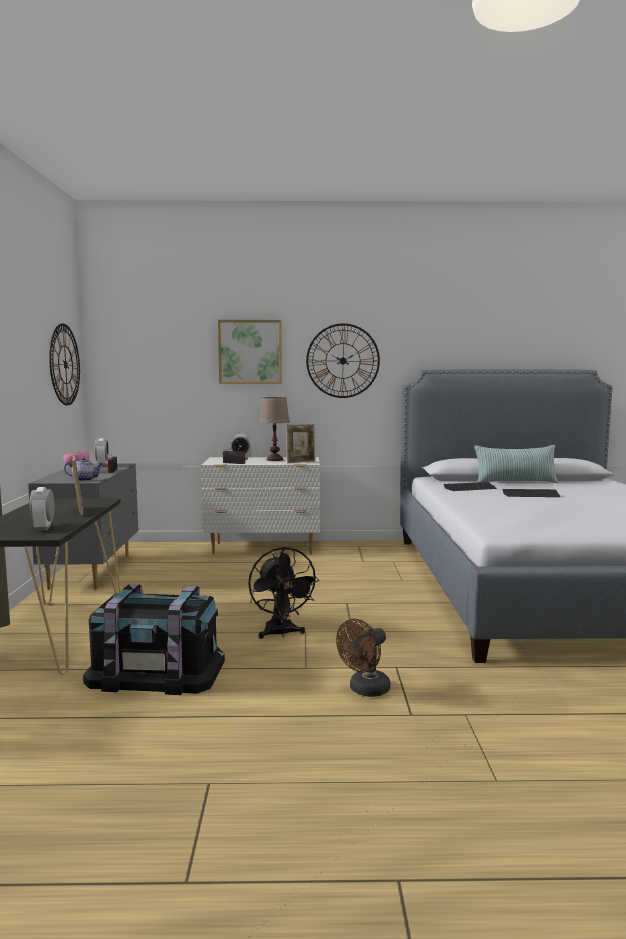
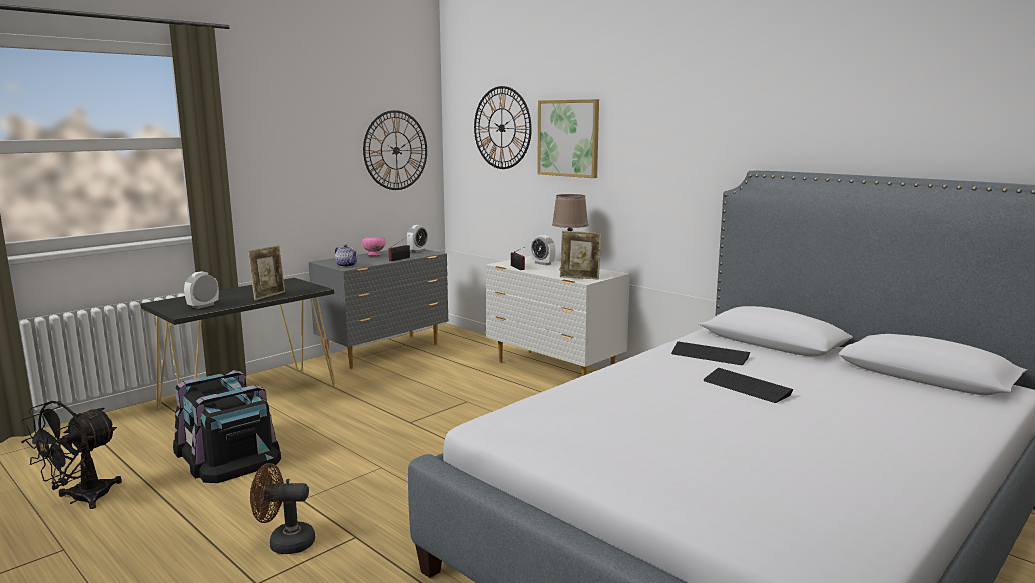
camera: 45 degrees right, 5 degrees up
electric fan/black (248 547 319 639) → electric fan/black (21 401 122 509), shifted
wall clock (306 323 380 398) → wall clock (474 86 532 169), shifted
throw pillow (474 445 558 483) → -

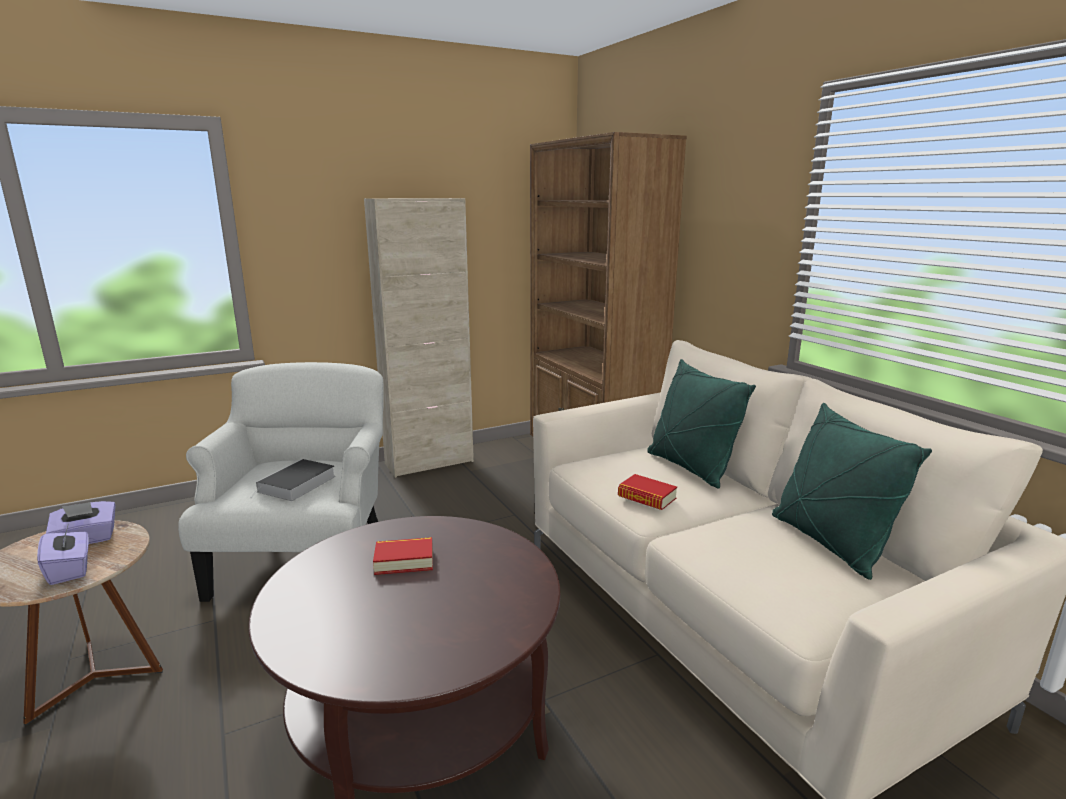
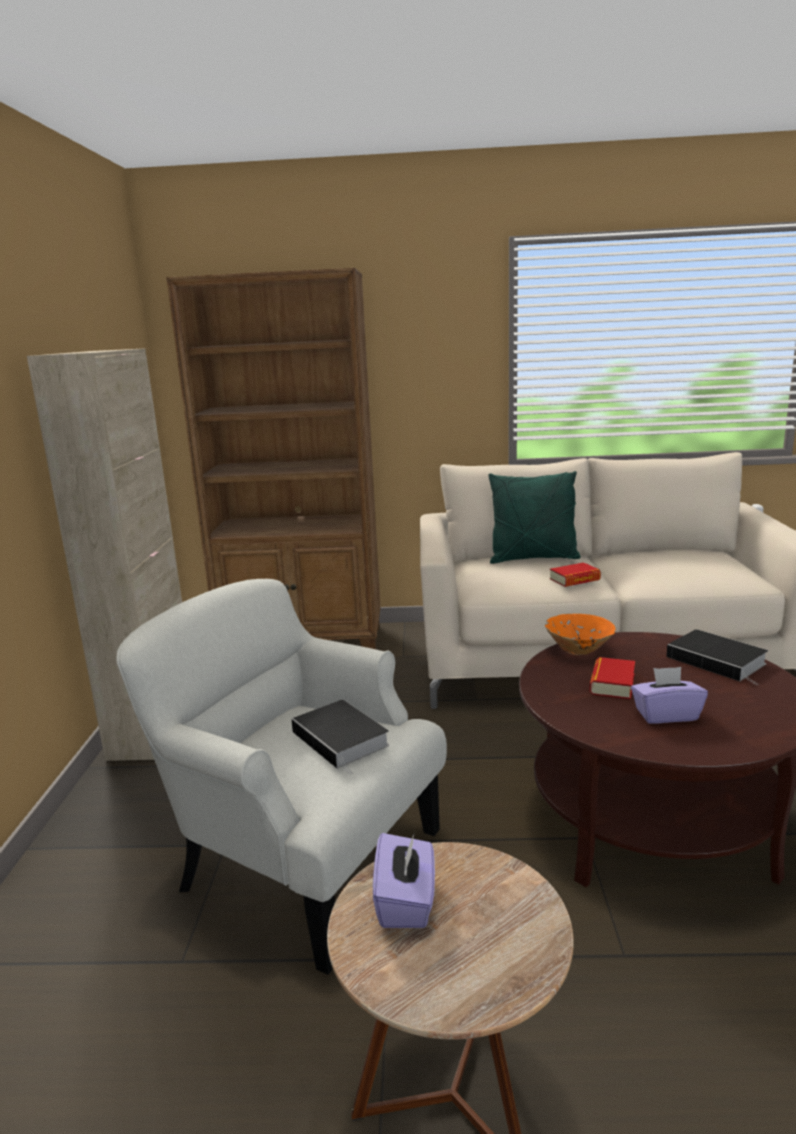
camera: 60 degrees left, 0 degrees up
box of tissues/purple (37 523 89 585) → box of tissues/purple (631 667 708 724), shifted
throw pillow/green-coloured (772 403 932 580) → -
- → serving bowl/orange-coloured (545 614 616 655)
- → book (666 629 768 685)

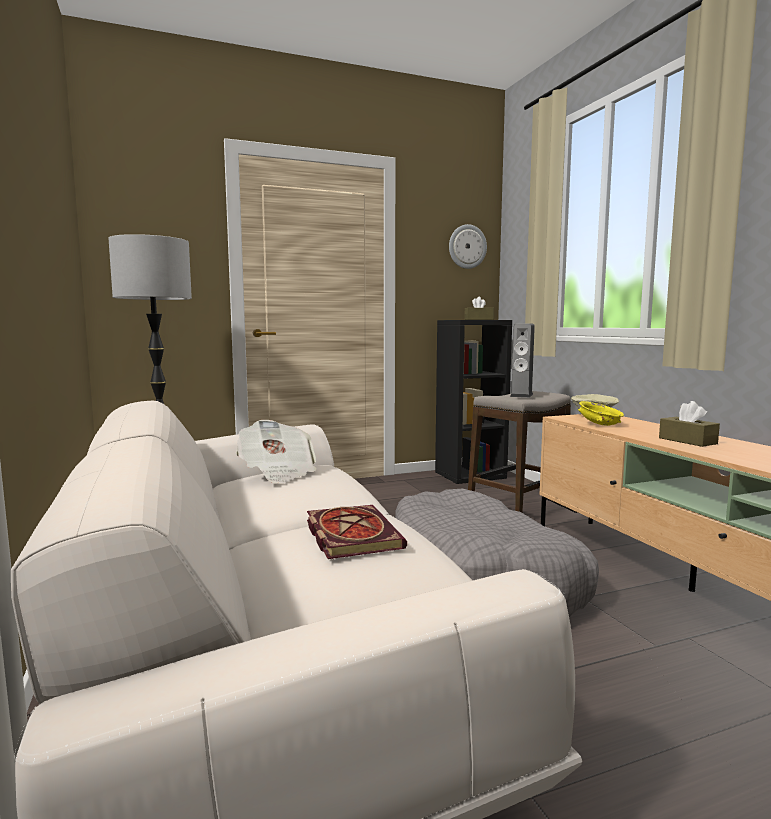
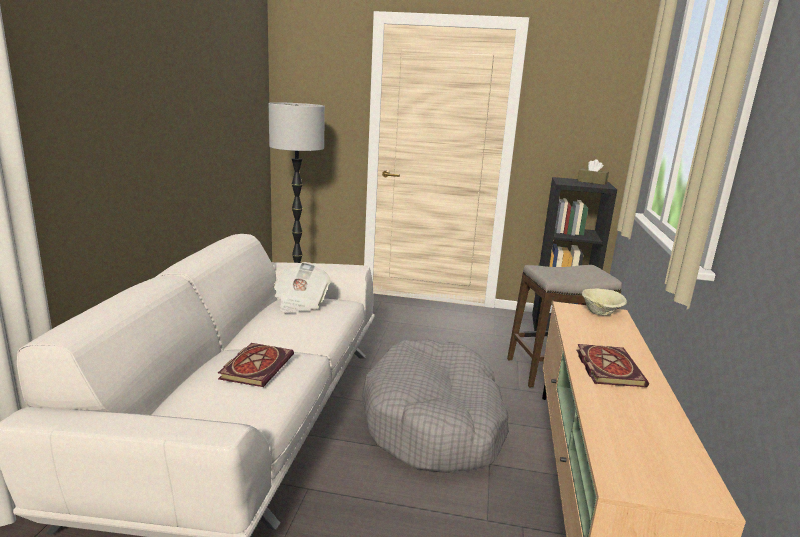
camera: 30 degrees right, 10 degrees up
wall clock (449 224 487 269) → -
speaker (510 323 535 398) → -
serving bowl/yellow (578 401 624 426) → -
box of tissues/brown-coloured (659 401 720 447) → book (576 344 649 387)

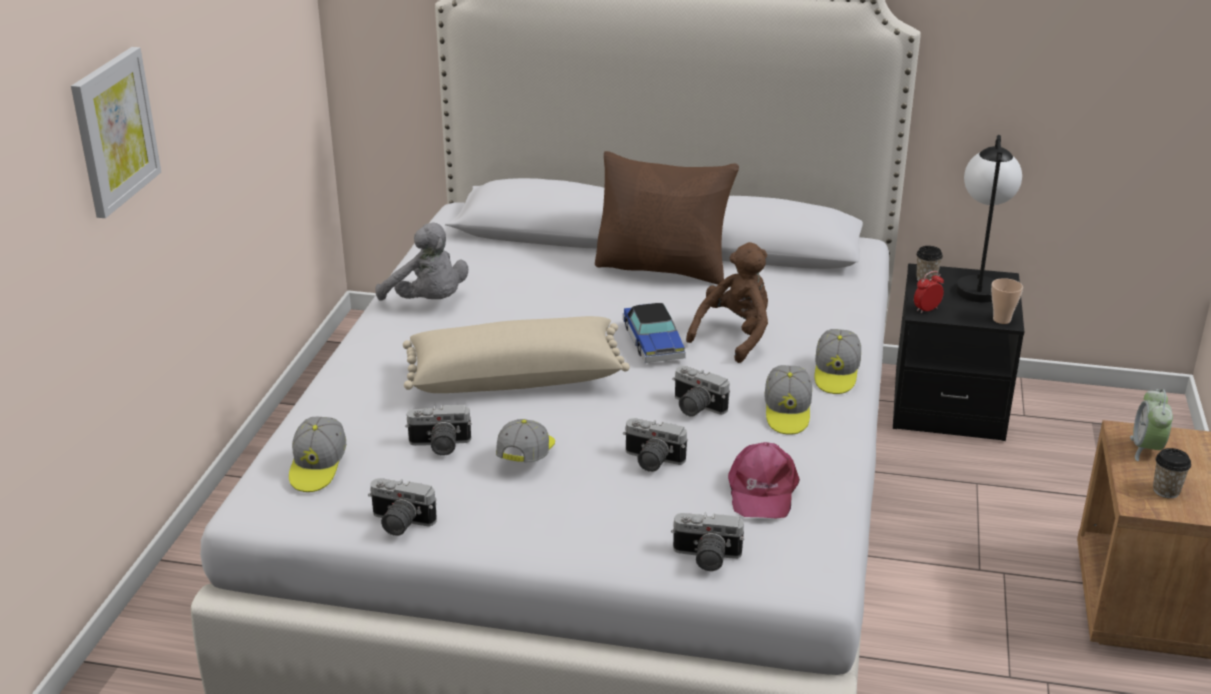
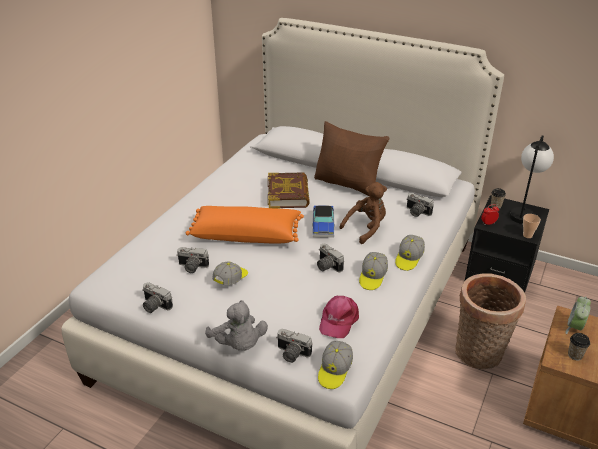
camera: 15 degrees right, 5 degrees up
wall art (71 47 161 218) → -
baseball cap (289 417 346 492) → baseball cap (318 341 353 389), shifted
soft toy/greyish (375 222 468 301) → soft toy/greyish (205 300 268 351), shifted
throw pillow/beige-coloured (403 316 630 393) → throw pillow/orange-coloured (186 206 304 244)
still camera (623 418 688 472) → still camera (406 193 434 217), shifted
- → book (268 172 310 209)
- → household basket (455 274 526 369)

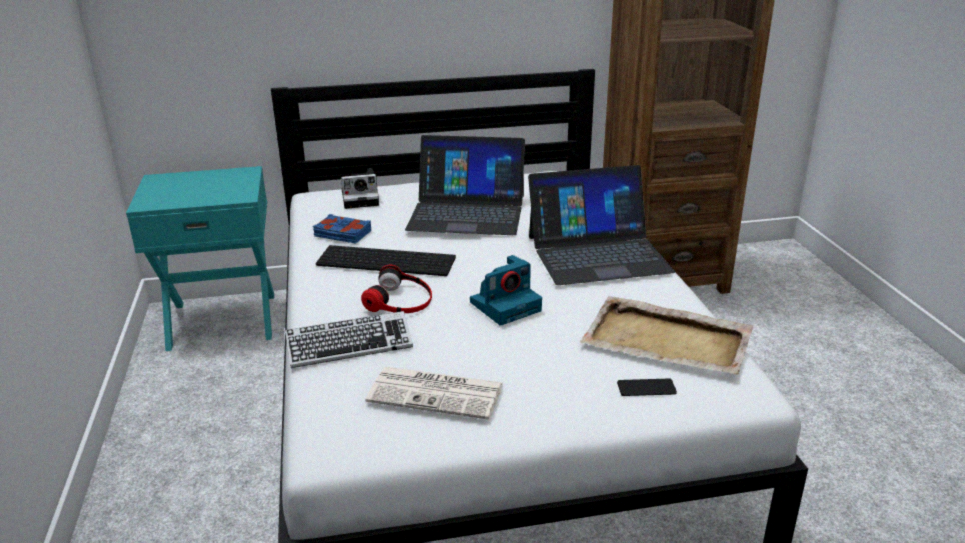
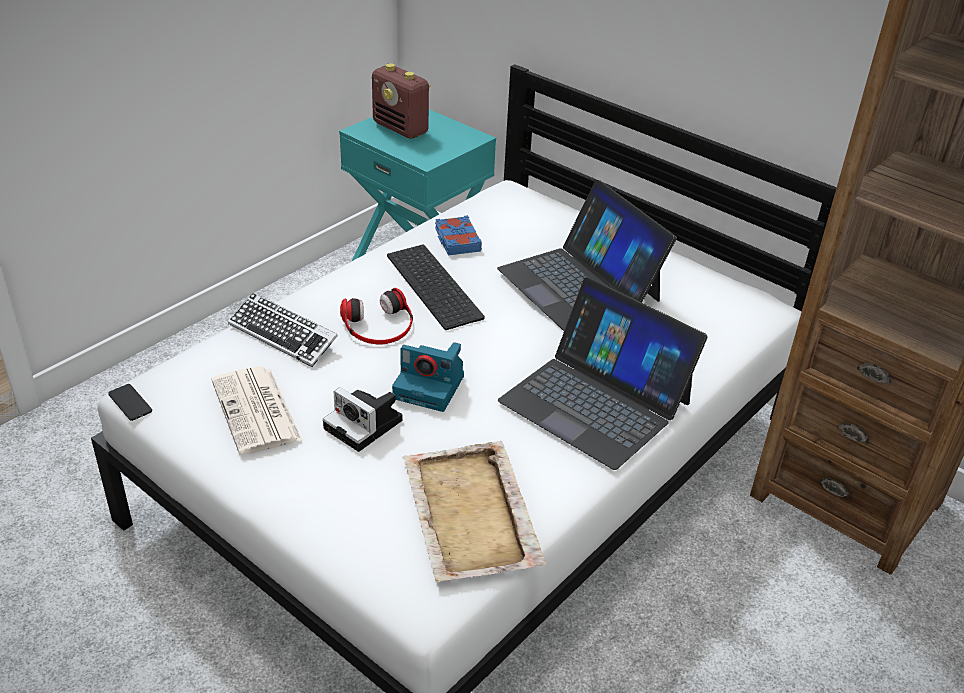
camera: 50 degrees right, 10 degrees up
still camera (341 168 379 209) → still camera (323 387 402 452), shifted
handset (617 379 677 396) → handset (108 384 152 421), shifted
- → radio set (372 63 431 139)

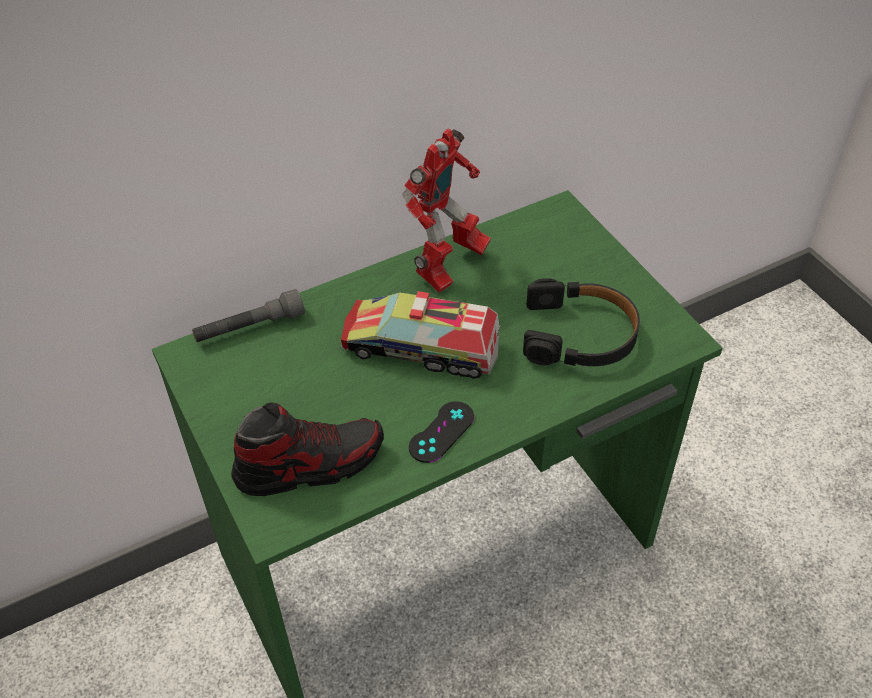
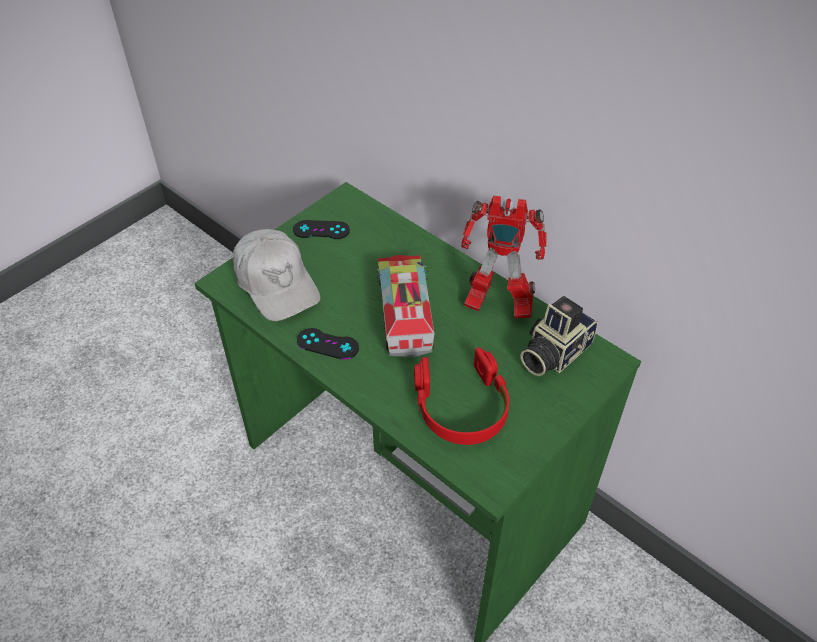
camera: 70 degrees right, 0 degrees up
hand torch/greyish (192 289 305 342) → -
shoe (231 402 384 496) → baseball cap/whitish (233 229 320 321)
pair of headphones/black (523 278 640 366) → pair of headphones/red (414 347 510 445)
- → joypad/black (293 220 350 239)
- → still camera (520 296 598 376)

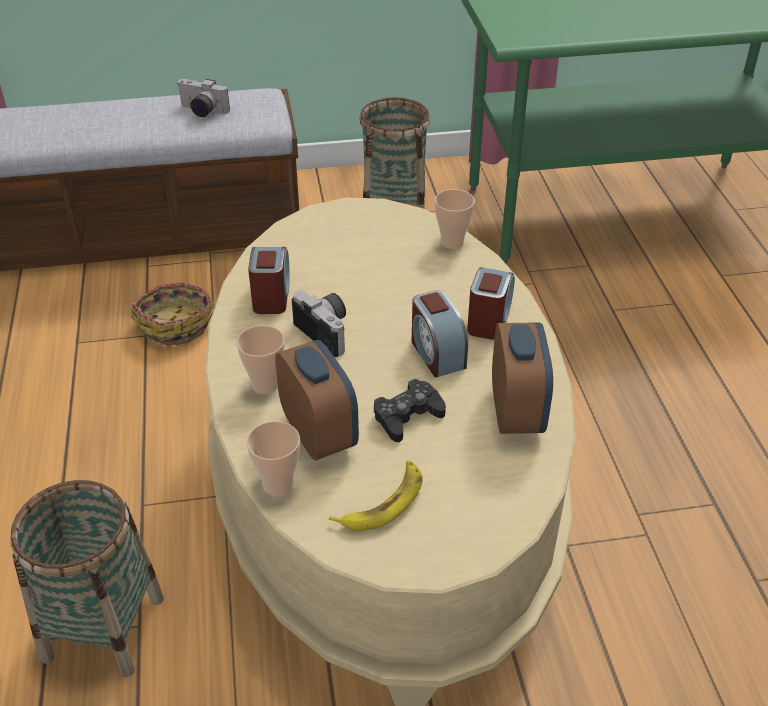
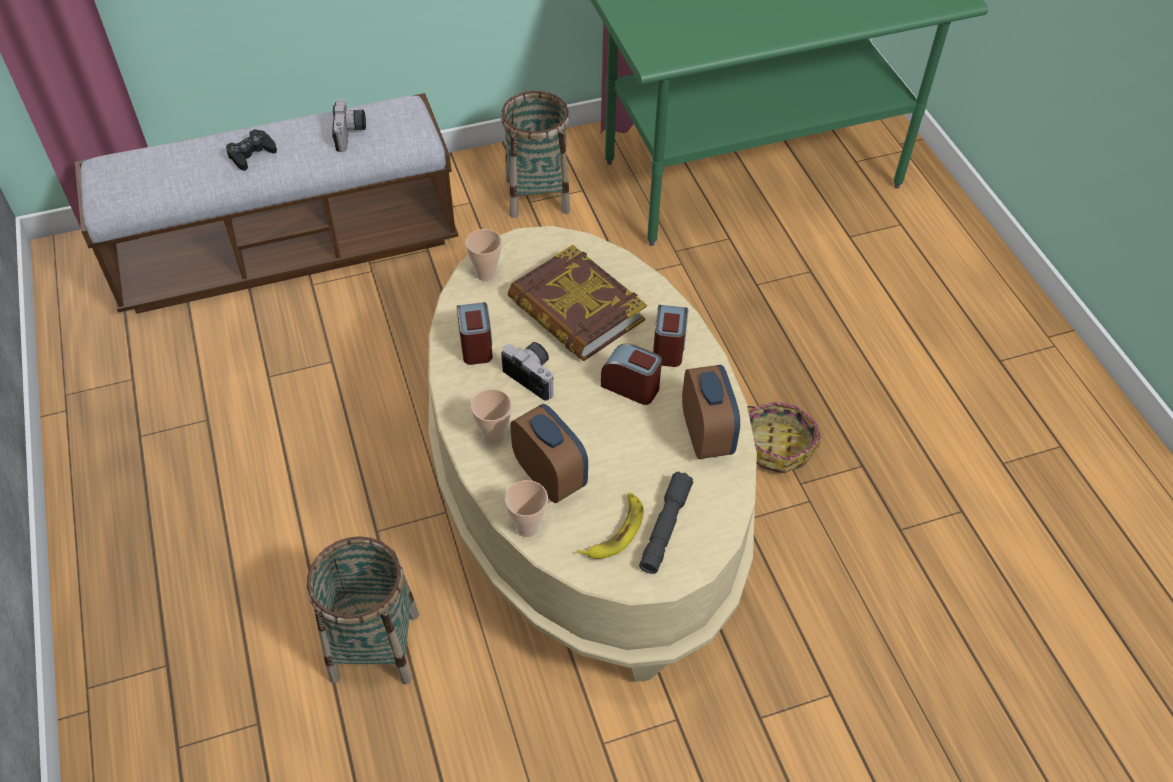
camera: 10 degrees left, 10 degrees up
household basket (131 282 215 346) → household basket (747 402 821 473), shifted
still camera (178 79 230 117) → still camera (332 99 366 152), 105 degrees counterclockwise
joypad/black (374 379 446 442) → joypad/black (226 129 277 171), shifted
bedside clock (412 290 468 378) → bedside clock (601 343 662 405), 150 degrees clockwise
cup (434 189 475 249) → cup (466 229 502 281), shifted
- → book (508 245 647 361)
- → hand torch/greyish (639 472 693 574)

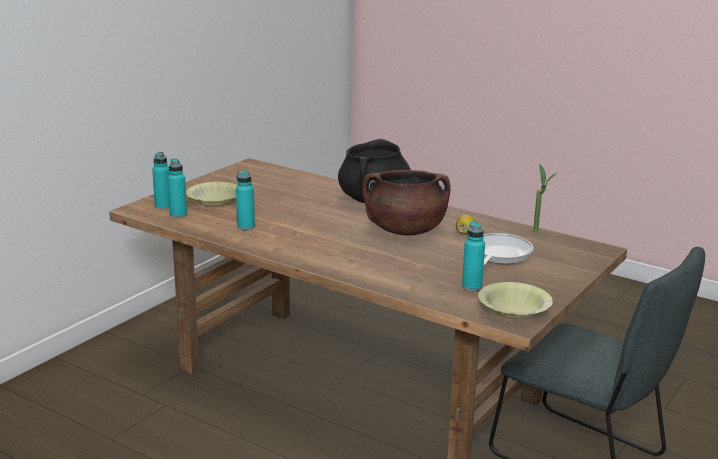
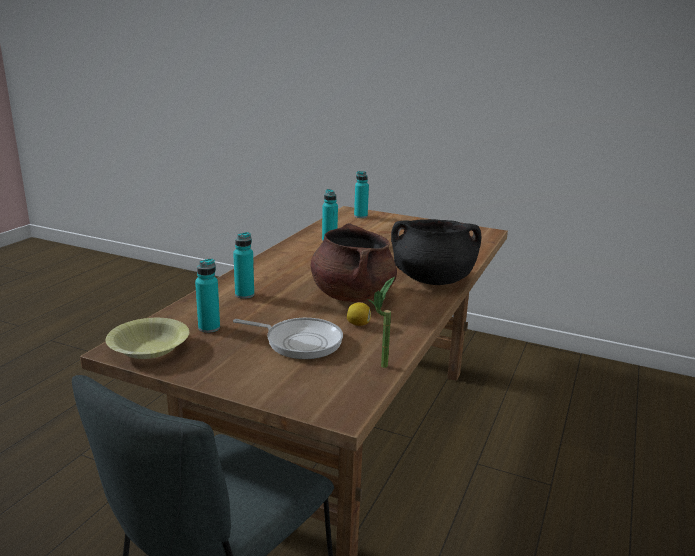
camera: 80 degrees right, 0 degrees up
beverage bottle/turquoise-coloured (168 158 187 218) → beverage bottle/turquoise-coloured (233 232 254 299), shifted
serving bowl/yellow (186 182 237 206) → -

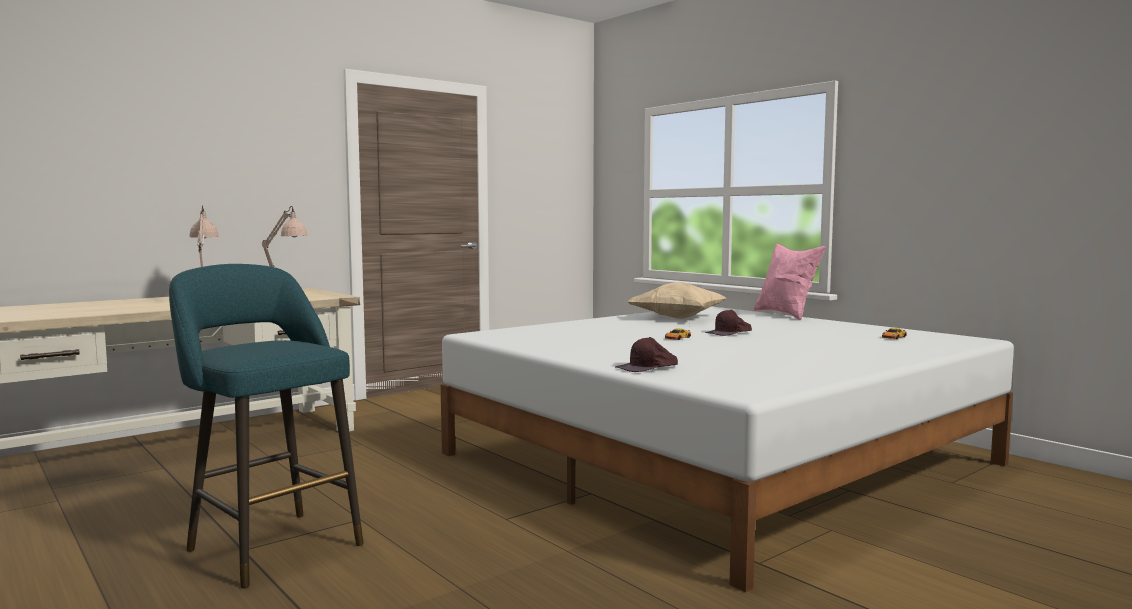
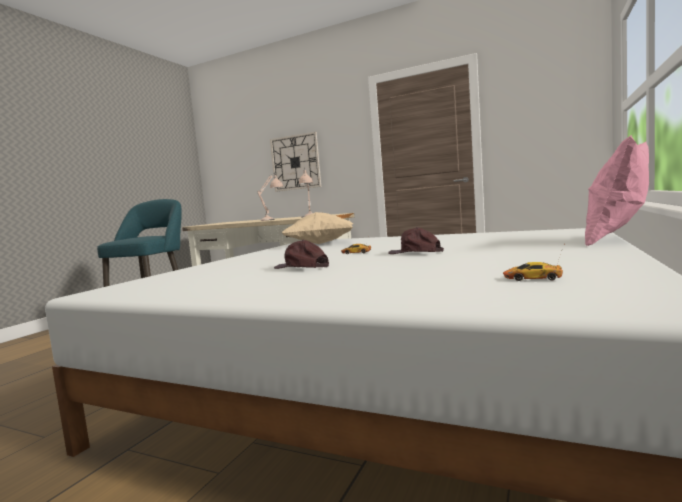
camera: 65 degrees right, 0 degrees up
baseball cap/brown-coloured (615 337 678 372) → baseball cap/brown-coloured (274 240 329 269), shifted
throw pillow/beige-coloured (627 282 727 319) → throw pillow/beige-coloured (282 212 353 244), shifted
- → wall clock (270 132 321 192)

